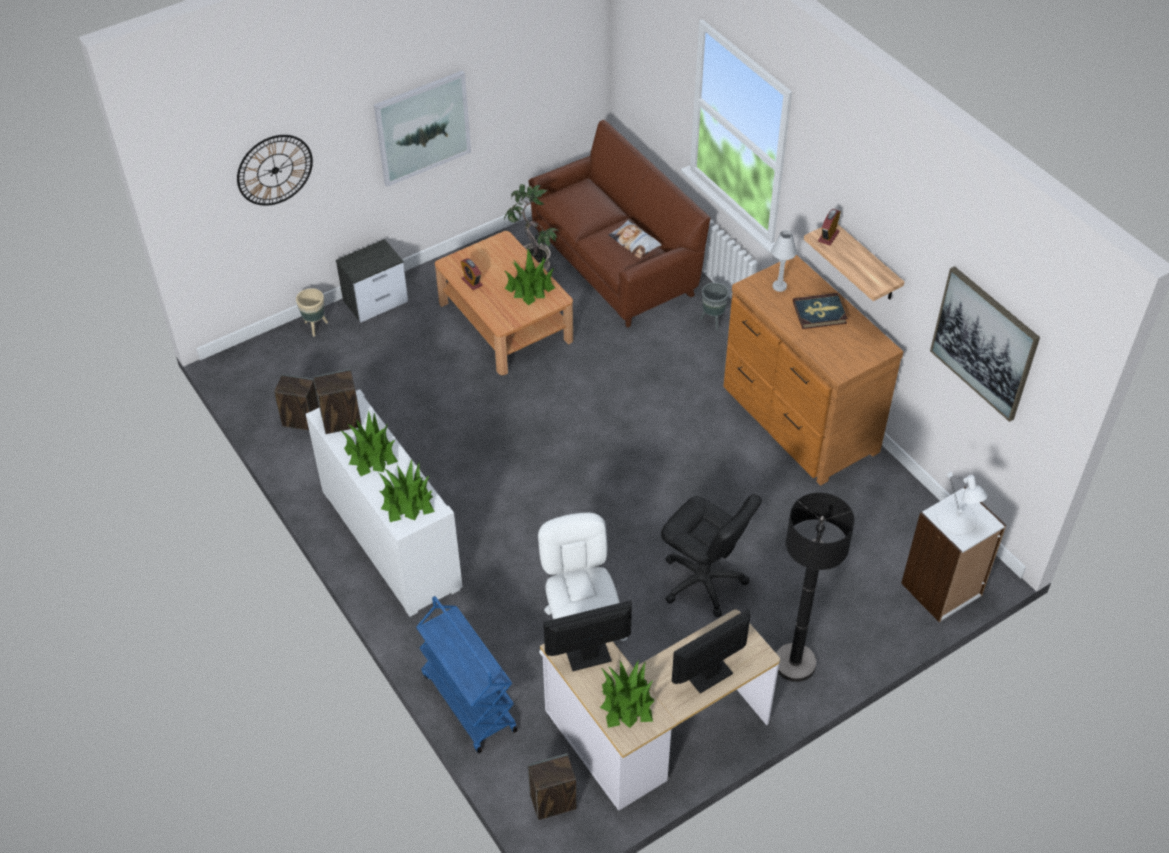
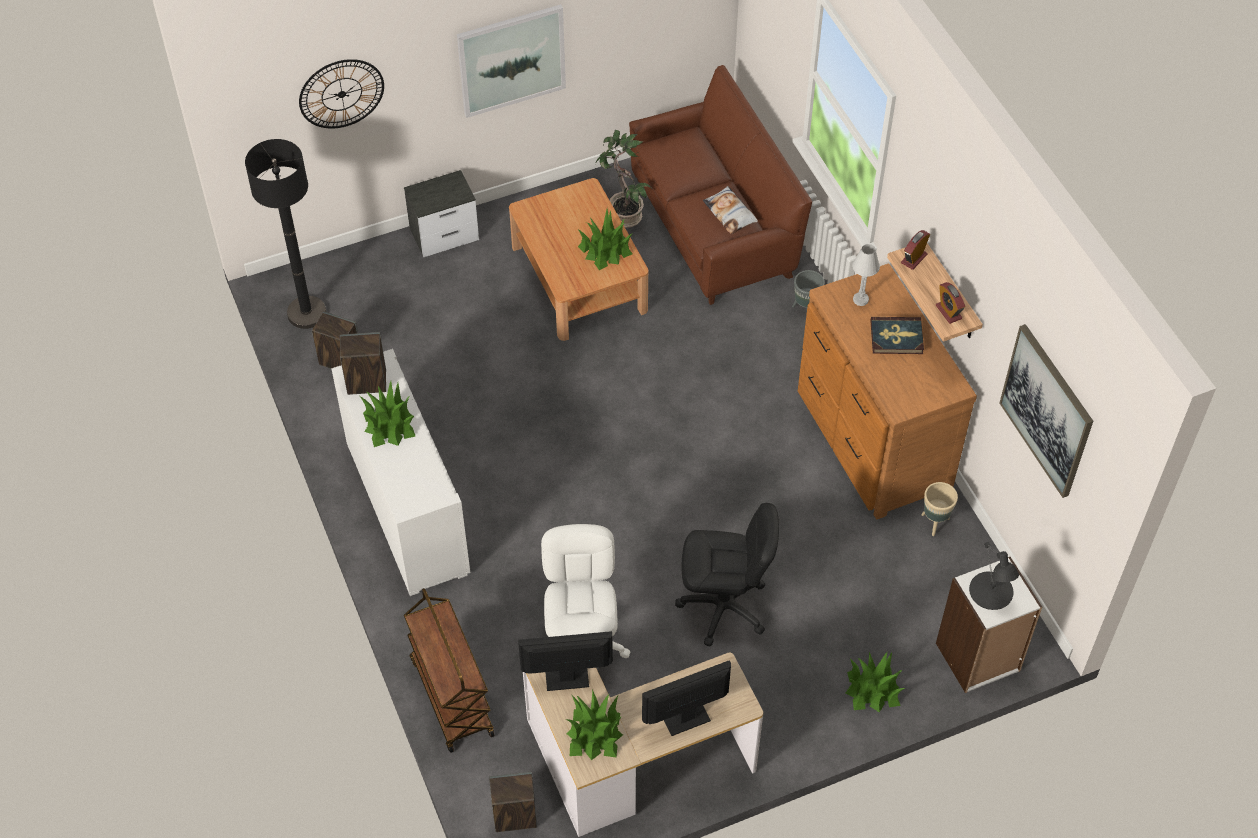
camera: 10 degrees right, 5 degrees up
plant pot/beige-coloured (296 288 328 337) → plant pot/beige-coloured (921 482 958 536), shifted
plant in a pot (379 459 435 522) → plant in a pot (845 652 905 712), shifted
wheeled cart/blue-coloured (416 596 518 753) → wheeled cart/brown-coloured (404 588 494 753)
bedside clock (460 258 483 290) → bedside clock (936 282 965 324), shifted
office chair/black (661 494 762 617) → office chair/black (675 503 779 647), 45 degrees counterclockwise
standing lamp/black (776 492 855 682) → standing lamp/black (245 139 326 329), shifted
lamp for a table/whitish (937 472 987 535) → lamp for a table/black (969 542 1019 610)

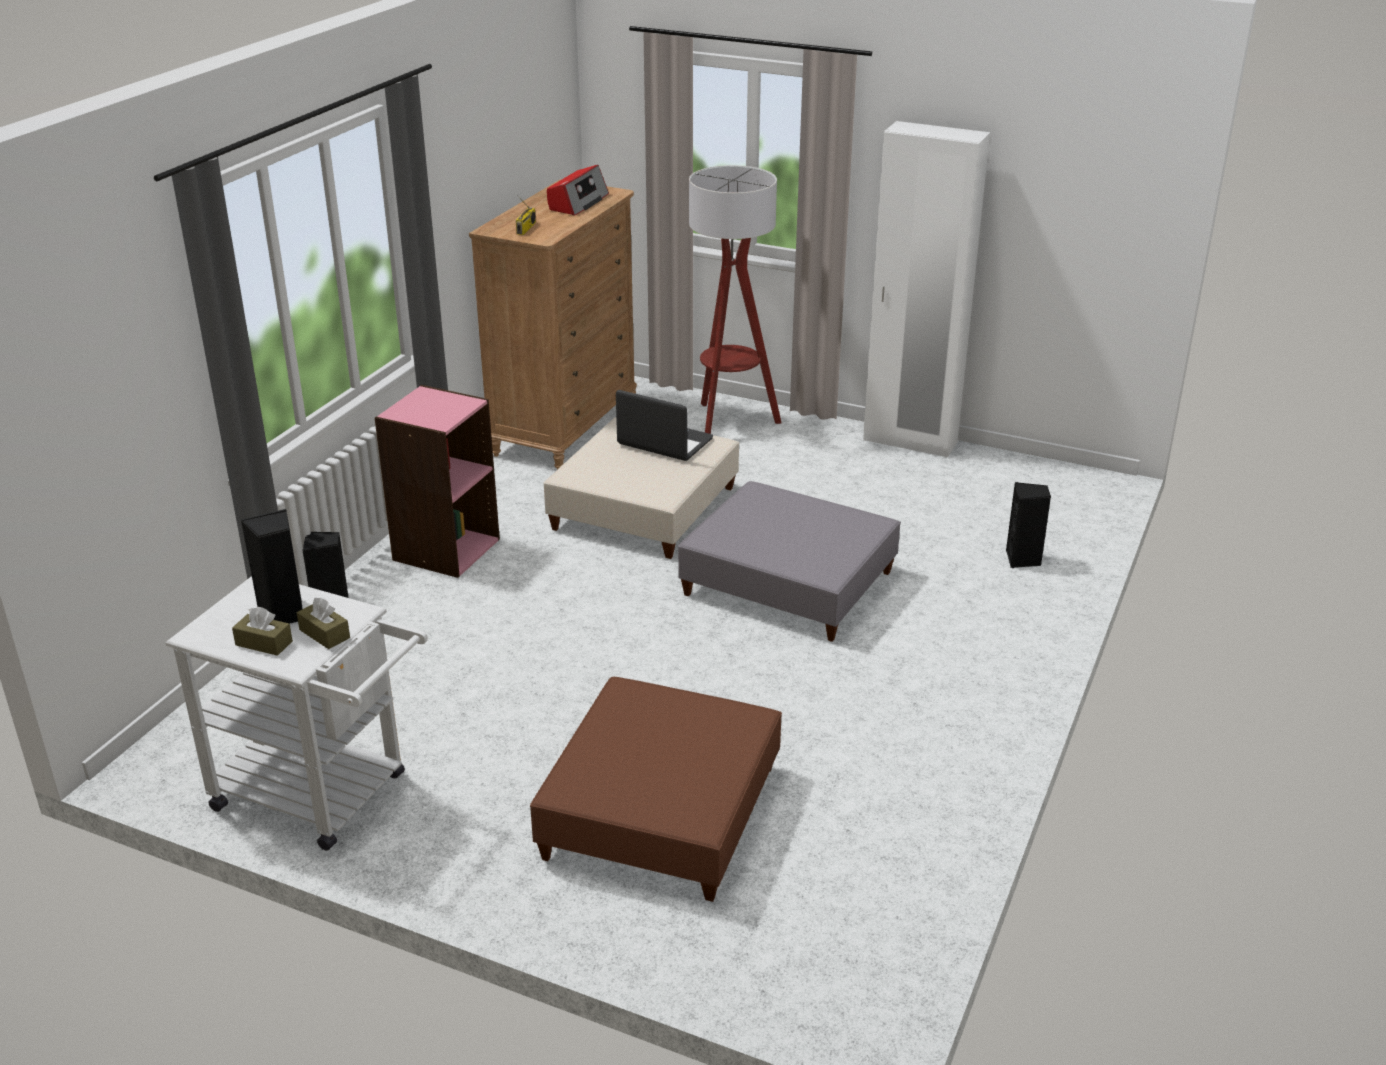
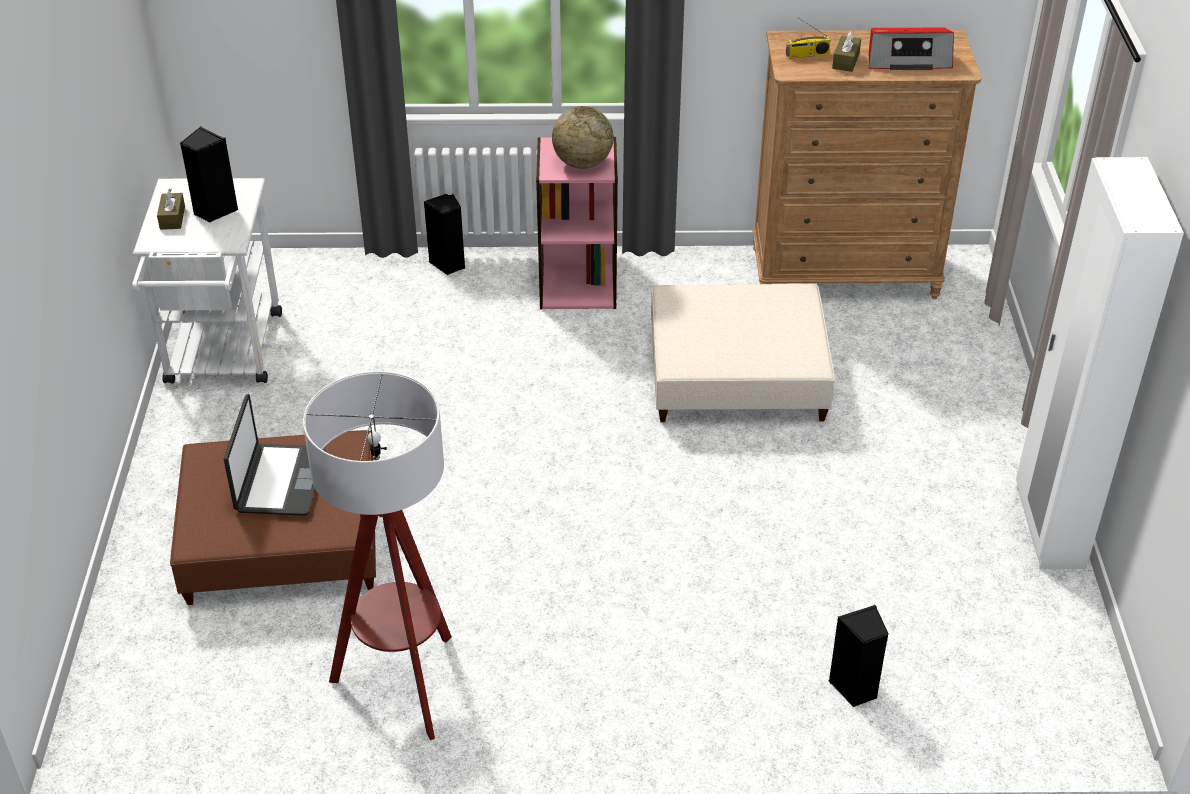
camera: 65 degrees right, 10 degrees up
box of tissues/brown-coloured (297 598 350 649) → box of tissues/brown-coloured (832 31 861 72), shifted
portable computer (616 390 713 461) → portable computer (224 394 326 516), shifted
pouffe/greyish (678 481 901 642) → -
standing lamp (689 165 781 434) → standing lamp (303 371 452 740), shifted
- → desk globe (552 106 614 169)

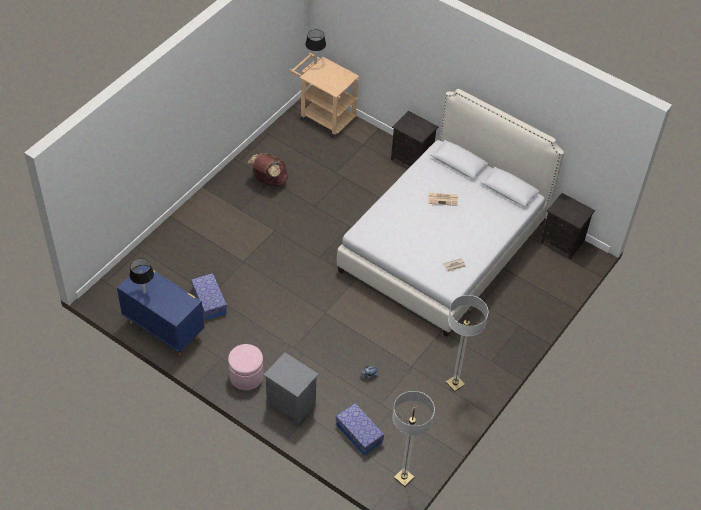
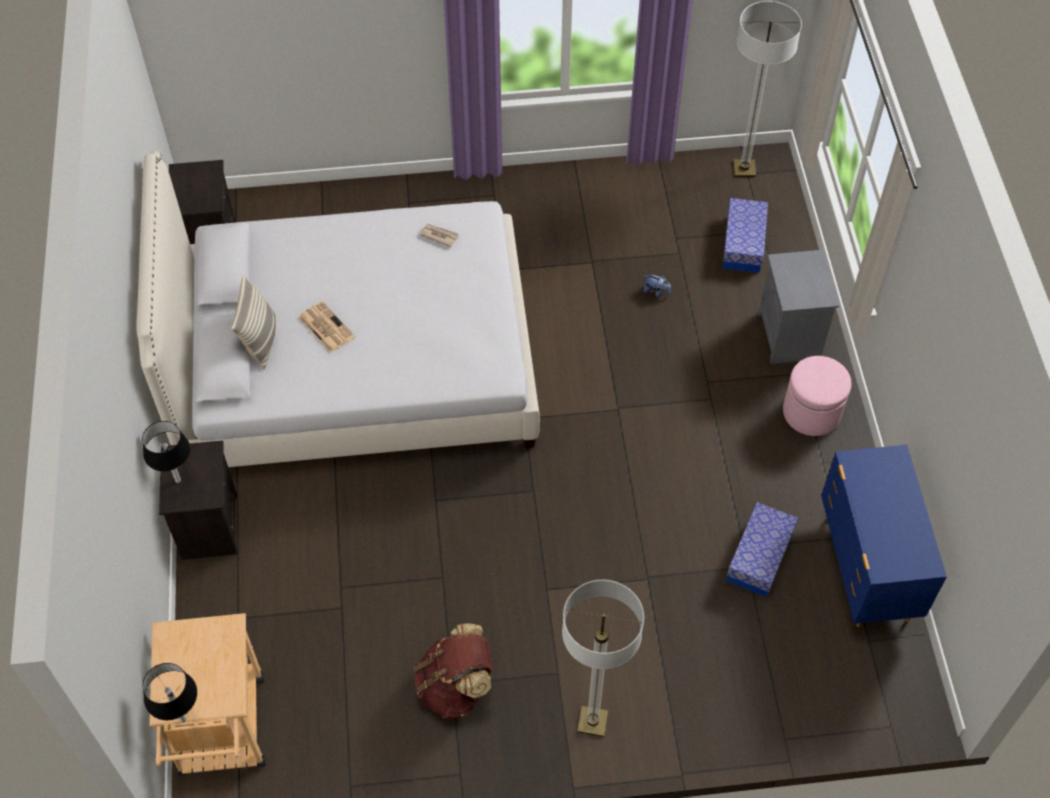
camera: 130 degrees left, 5 degrees up
lamp for a table/black (129 258 154 294) → lamp for a table/black (142 421 190 483), shifted
standing lamp (446 295 488 392) → standing lamp (562 580 644 737), shifted
- → throw pillow (231 275 276 369)

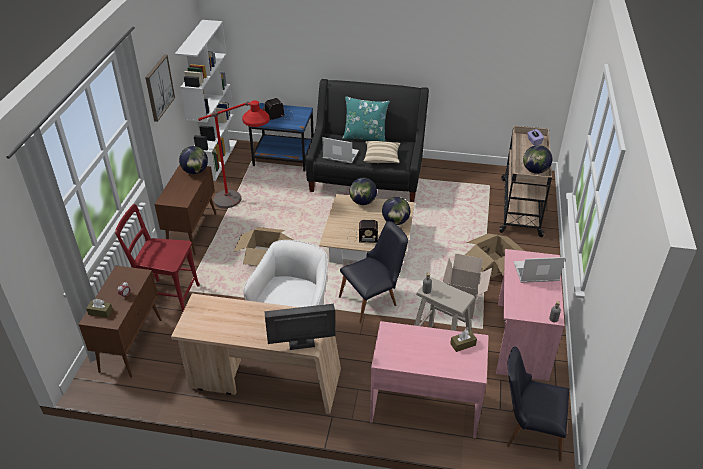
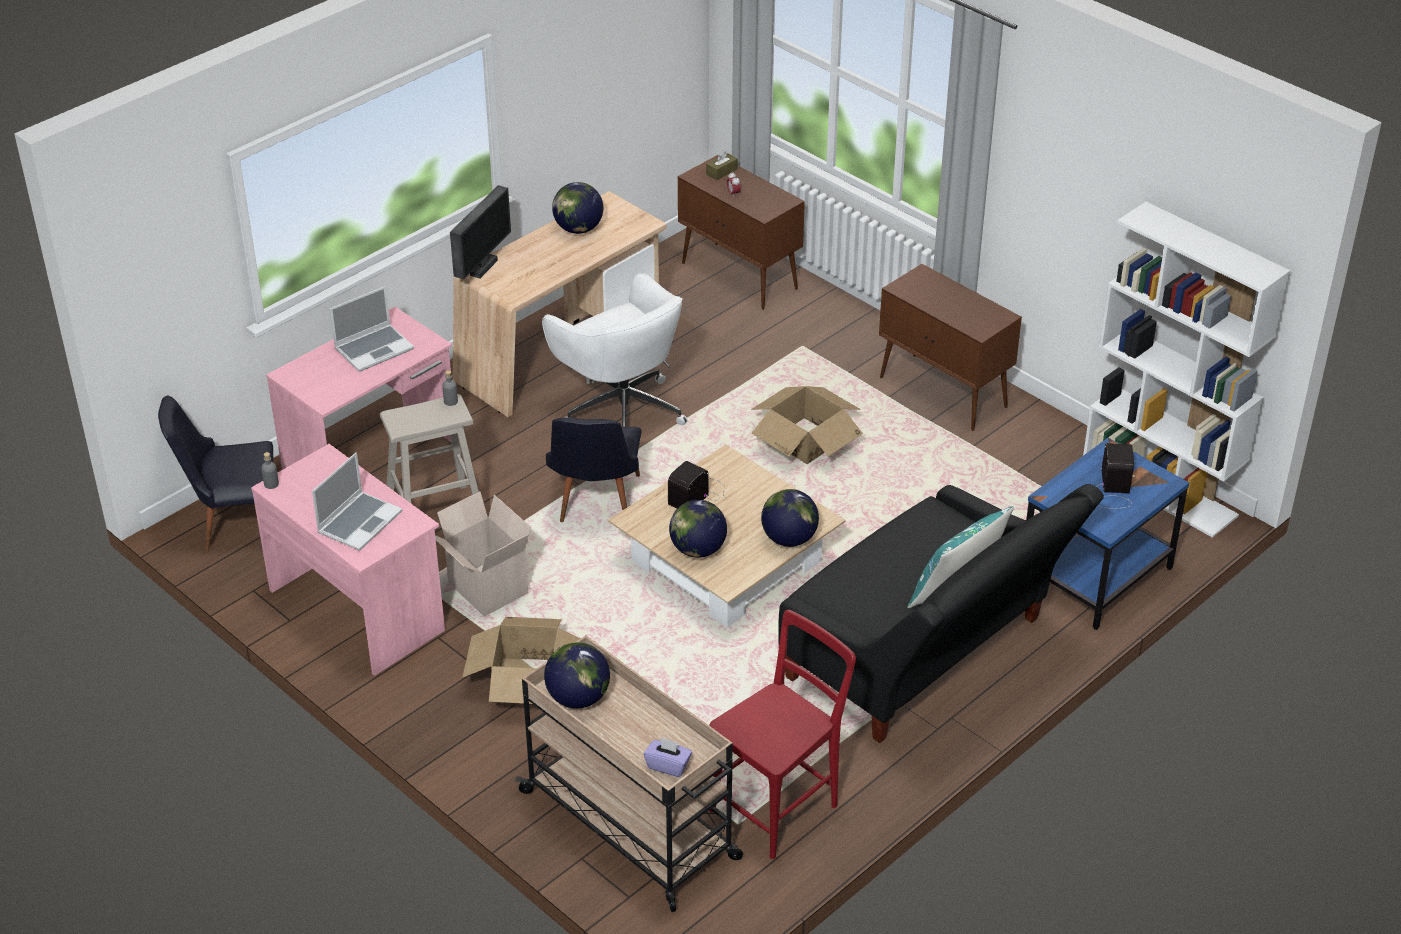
camera: 125 degrees right, 0 degrees up
chair/red (115 204 200 312) → chair/red (709 610 856 859), shifted
wall art (145 55 175 122) → -
desk globe (179 146 208 174) → desk globe (552 182 603 234), shifted
standing lamp/red (198 100 270 209) → -
portable computer (322 137 359 163) → portable computer (330 286 414 372), shifted
throw pillow/beige-coloured (364 141 400 163) → -
box of tissues/brown-coloured (450 330 477 352) → -
chair/black (507 346 569 461) → chair/black (158 396 274 552), 150 degrees counterclockwise

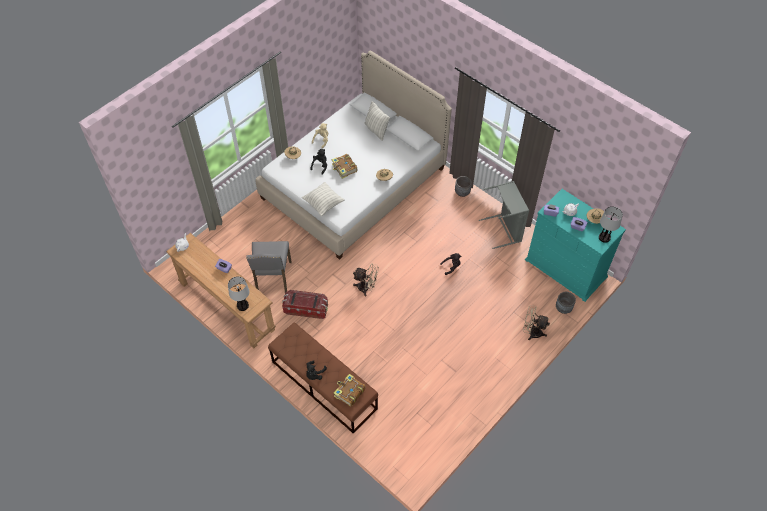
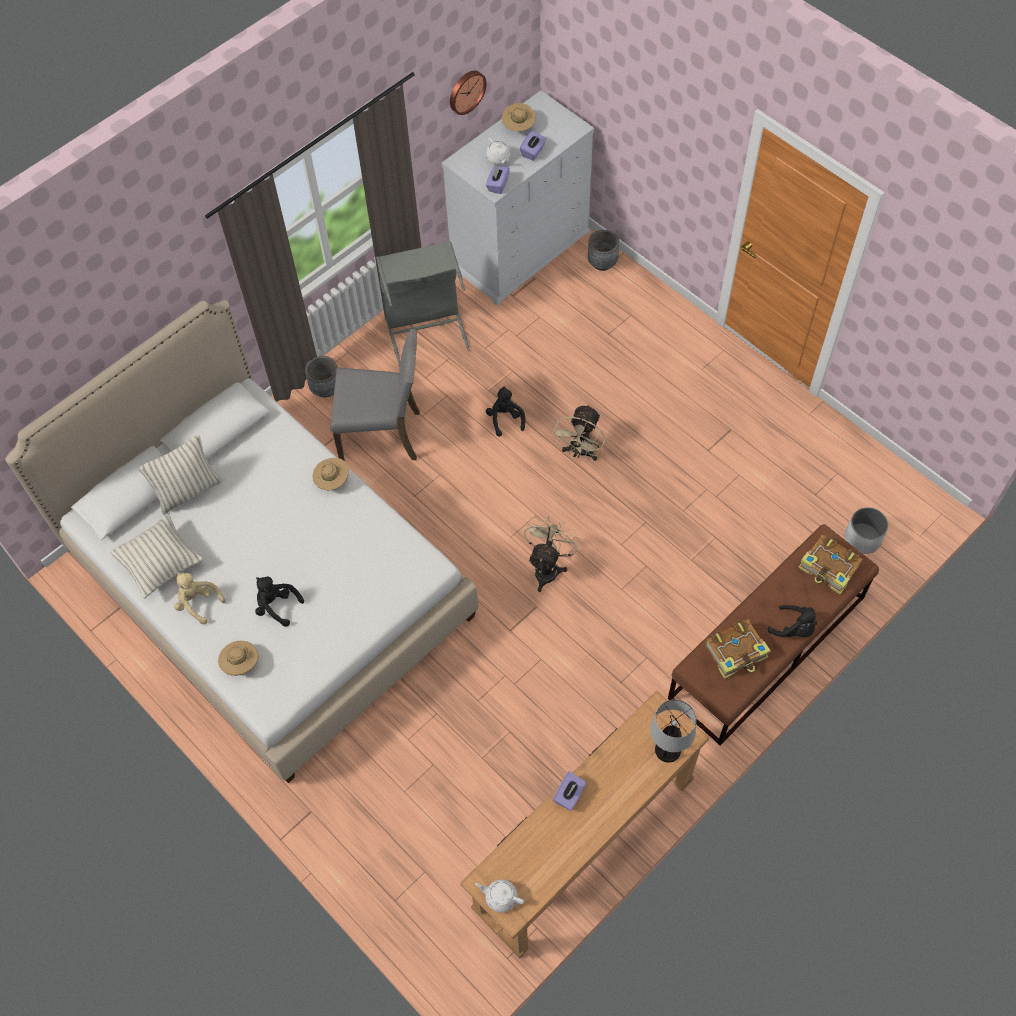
camera: 85 degrees left, 5 degrees up
chair/greyish (246 241 292 293) → chair/greyish (330 329 420 461), shifted
storage bin (282 290 328 319) → -
throw pillow (302 182 345 216) → throw pillow (110 514 203 599), shifted
book (332 154 357 179) → book (705 619 770 679), shifted
electric fan/beige-coloured (523 305 550 340) → electric fan/beige-coloured (551 404 605 461), shifted
drawer chest/turquoise-coloured (525 189 626 302) → drawer chest/whitish (441 90 594 306)
lamp for a table (599 206 623 243) → -
- → wall clock (450 71 487 115)
- → plant pot/whitish (845 507 888 554)

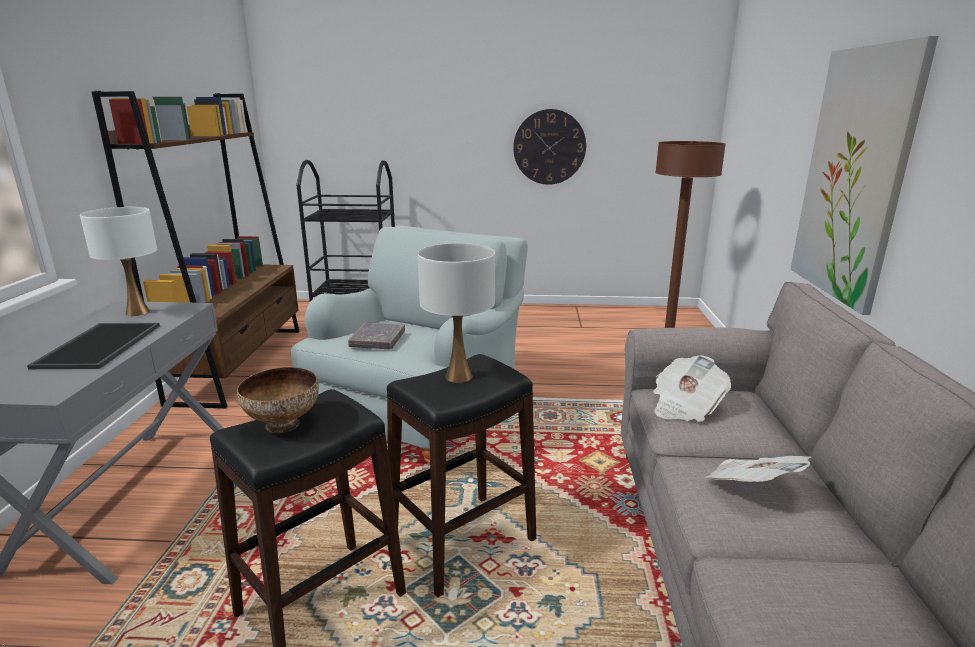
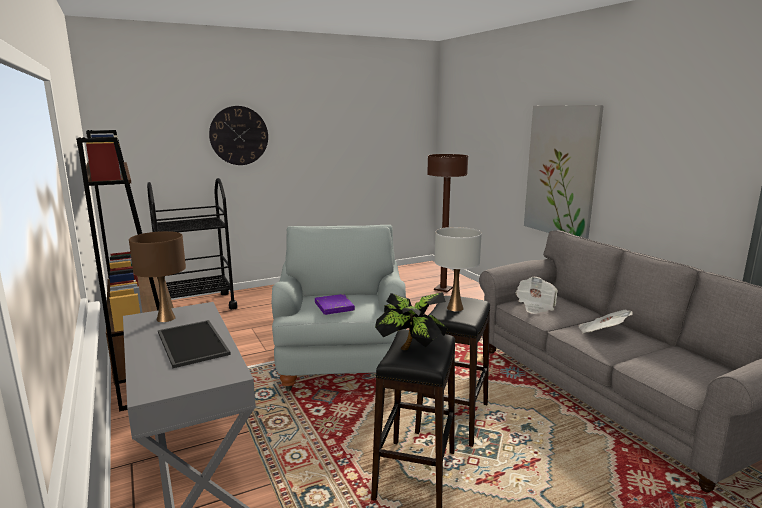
camera: 30 degrees left, 5 degrees down
lamp for a table/whitish (80 207 157 316) → lamp for a table/brown-coloured (129 231 186 322)
serving bowl (237 367 319 433) → plant in a pot (375 292 448 350)
book/greyish (348 322 405 349) → book/purple (315 294 355 315)
wall clock (513 109 586 185) → wall clock (209 106 268 165), shifted

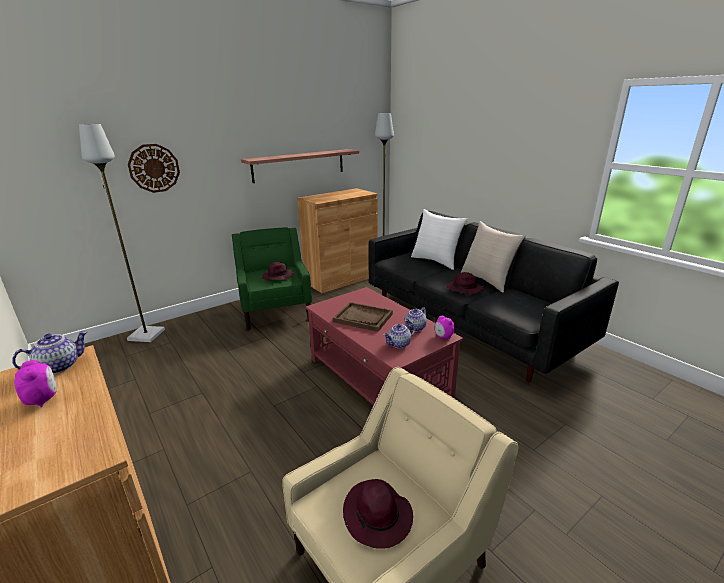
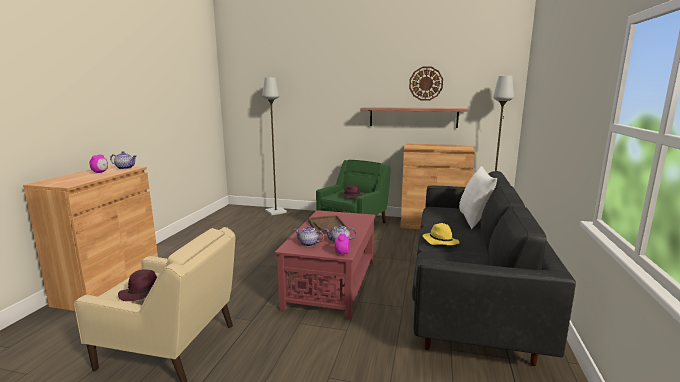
camera: 50 degrees right, 10 degrees down
wall clock (128 144 180 193) → wall clock (409 66 443 101), shifted
wearable hat/purple (446 272 484 295) → wearable hat/yellow (423 223 460 245)
throw pillow/beige-coloured (461 221 526 293) → -

